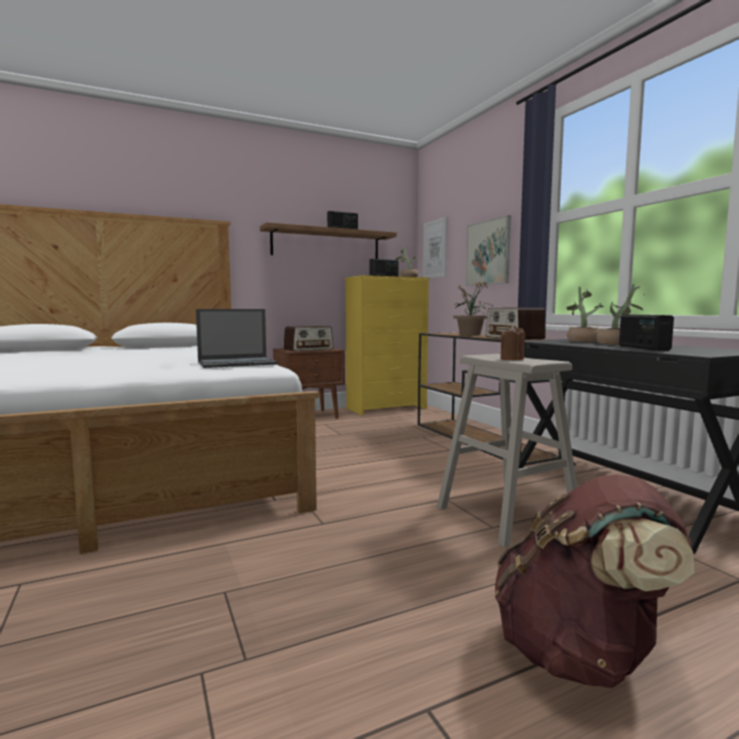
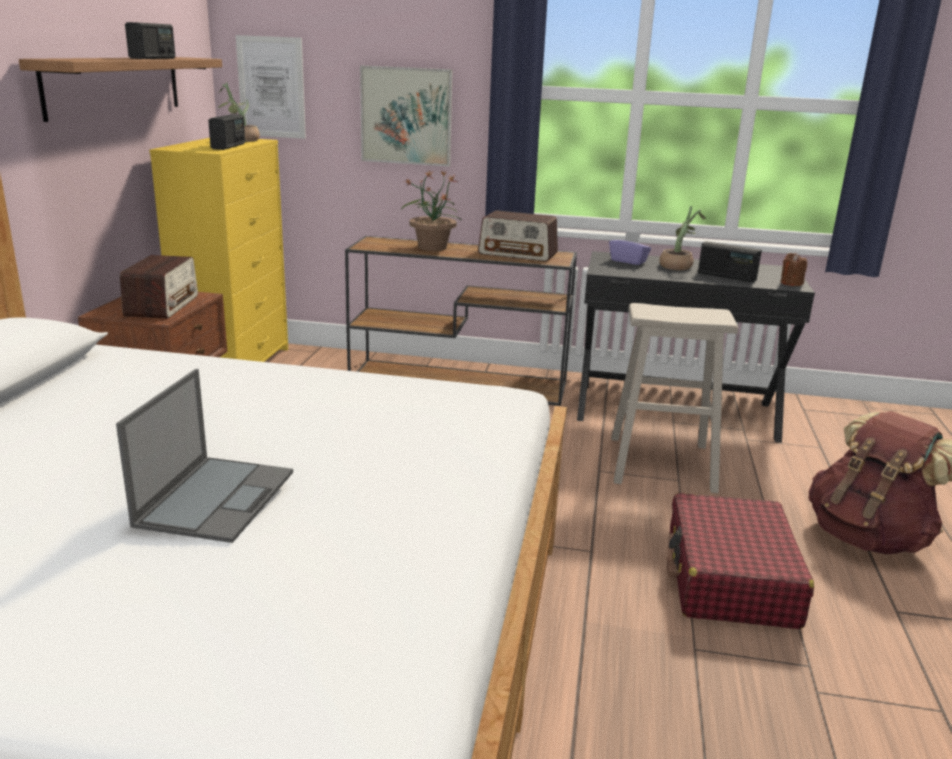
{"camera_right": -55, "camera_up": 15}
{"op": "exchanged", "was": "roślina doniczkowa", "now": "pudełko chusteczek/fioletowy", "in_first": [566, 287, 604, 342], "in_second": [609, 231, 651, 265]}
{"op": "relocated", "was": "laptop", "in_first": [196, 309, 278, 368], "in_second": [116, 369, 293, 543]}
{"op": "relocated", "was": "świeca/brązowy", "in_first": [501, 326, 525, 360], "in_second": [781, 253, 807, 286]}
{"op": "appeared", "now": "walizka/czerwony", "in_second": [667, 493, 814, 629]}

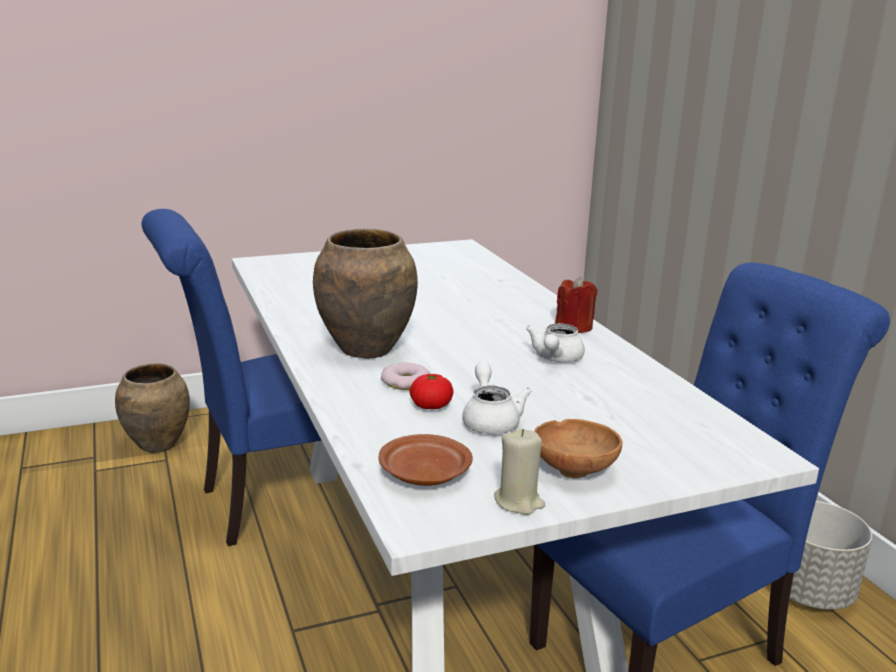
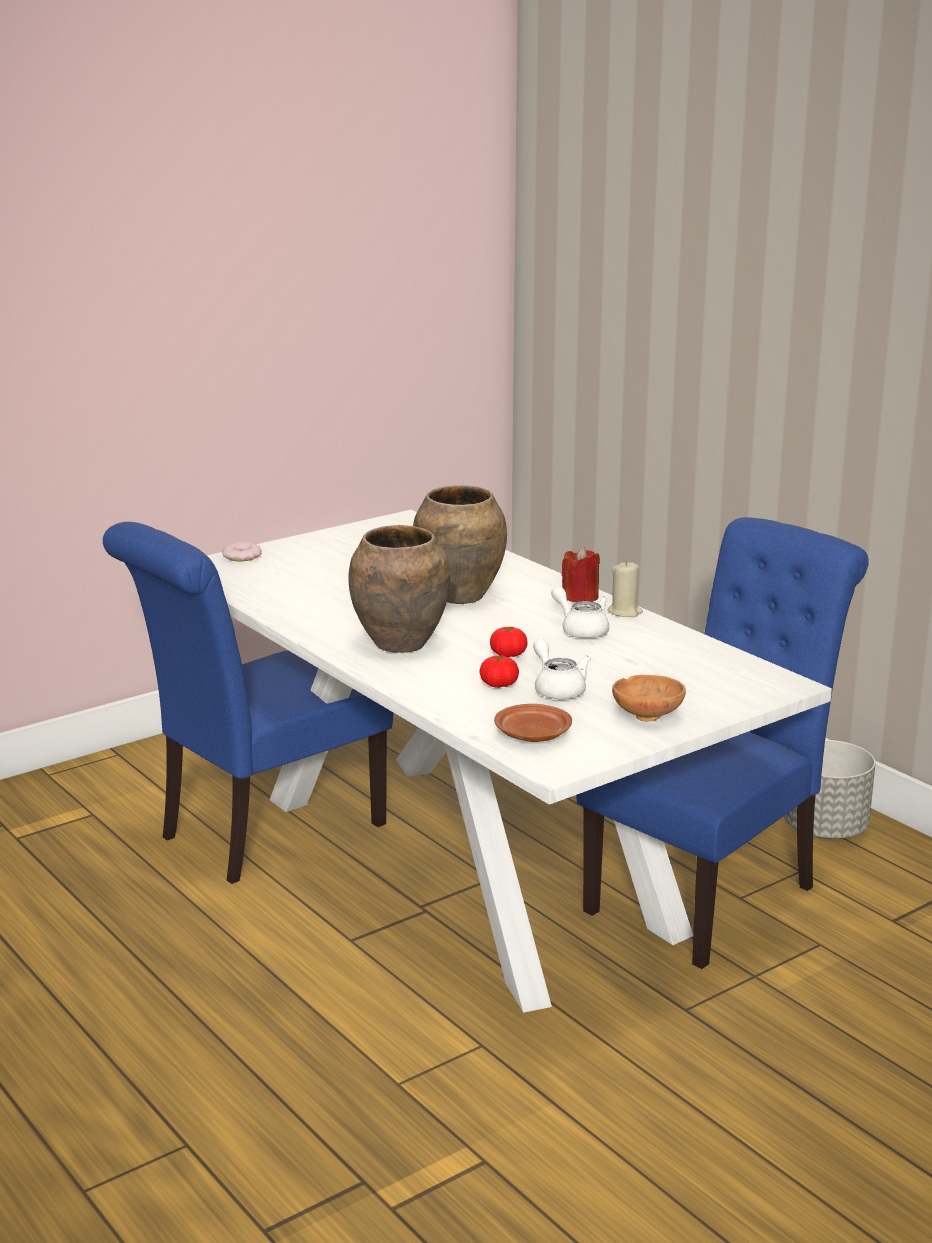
{"camera_right": -15, "camera_up": 0}
{"op": "spun", "was": "imbryk/biały", "in_first": [526, 323, 585, 362], "in_second": [551, 586, 609, 638], "clockwise": 135}
{"op": "relocated", "was": "donut", "in_first": [381, 362, 430, 390], "in_second": [222, 542, 262, 561]}
{"op": "relocated", "was": "wazon/brązowy", "in_first": [115, 363, 190, 453], "in_second": [413, 485, 507, 604]}
{"op": "relocated", "was": "świeca/beżowy", "in_first": [494, 429, 545, 515], "in_second": [608, 561, 643, 617]}
{"op": "appeared", "now": "pomidor", "in_second": [490, 627, 528, 657]}

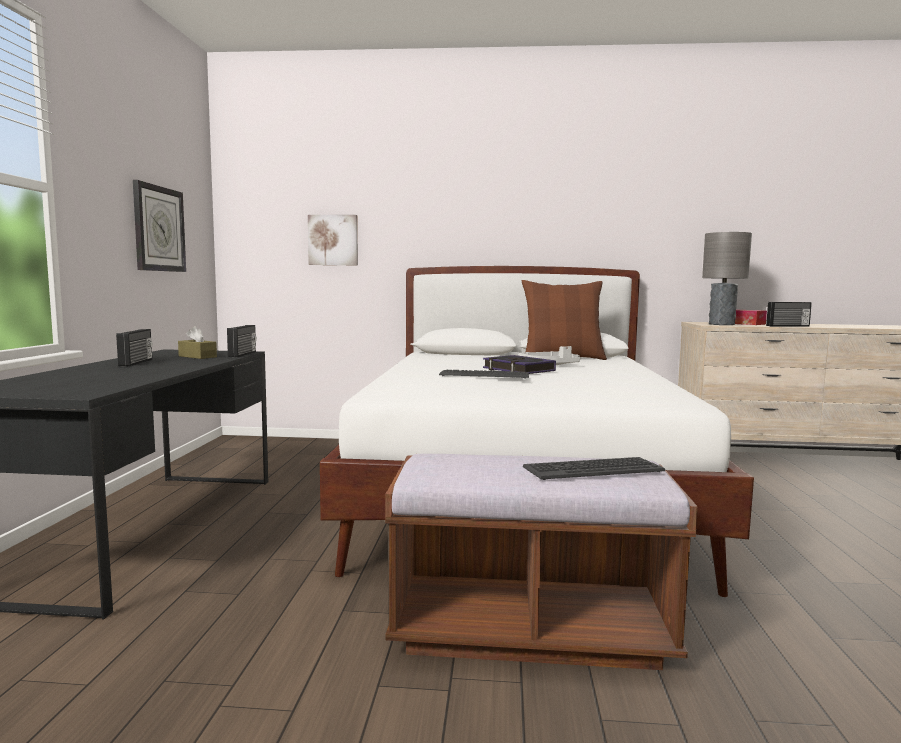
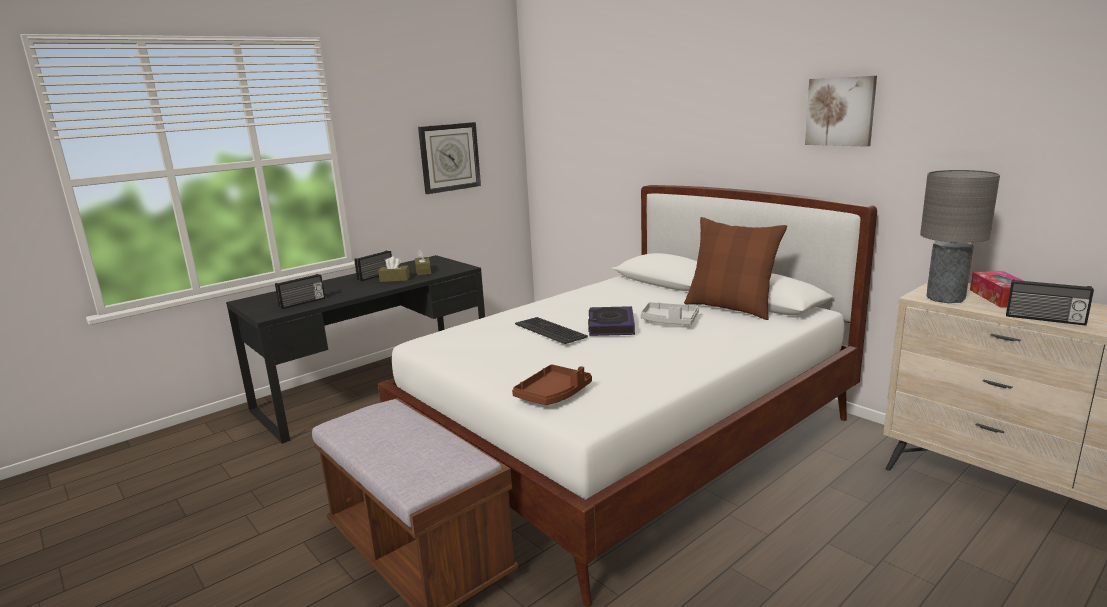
{"camera_right": 45, "camera_up": 10}
{"op": "relocated", "was": "obraz", "in_first": [308, 215, 358, 265], "in_second": [805, 76, 877, 147]}
{"op": "relocated", "was": "radio", "in_first": [227, 325, 257, 357], "in_second": [275, 274, 325, 309]}
{"op": "missing", "was": "klawiatura", "in_first": [523, 457, 665, 480]}
{"op": "appeared", "now": "pudełko chusteczek/brązowy", "in_second": [378, 256, 410, 282]}
{"op": "appeared", "now": "taca/brązowy", "in_second": [512, 364, 592, 405]}

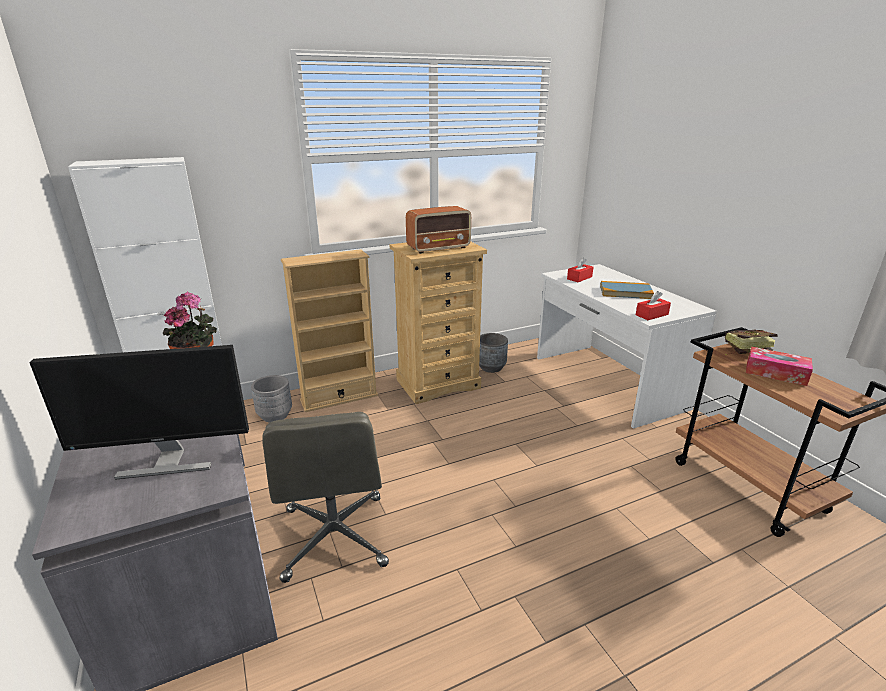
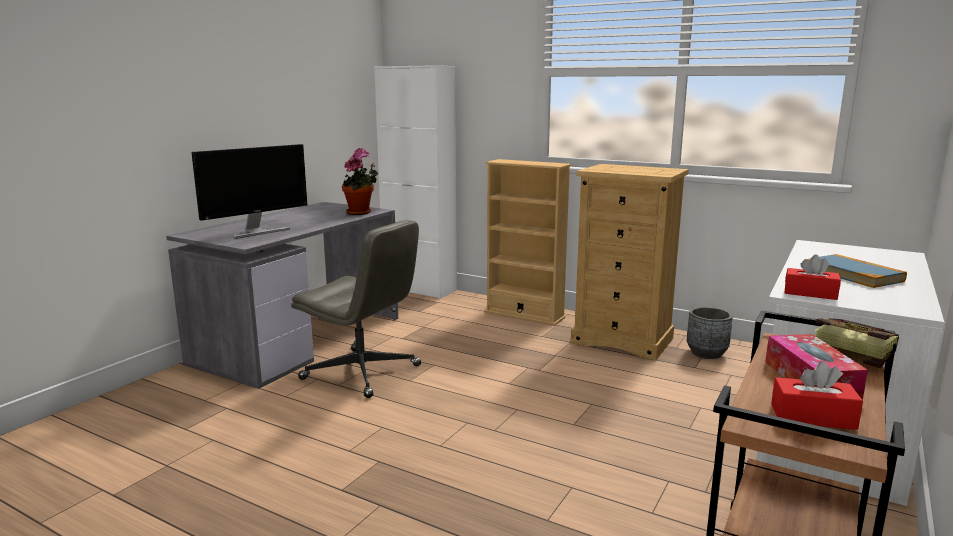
{"camera_right": 55, "camera_up": -10}
{"op": "missing", "was": "radio", "in_first": [406, 206, 471, 254]}
{"op": "relocated", "was": "pudełko chusteczek/czerwony", "in_first": [567, 258, 593, 282], "in_second": [771, 361, 863, 430]}
{"op": "spun", "was": "monitor", "in_first": [29, 345, 249, 480], "in_second": [191, 144, 308, 239], "clockwise": -90}
{"op": "missing", "was": "donica/szary", "in_first": [251, 375, 292, 423]}
{"op": "spun", "was": "krzesło biurowe/szary", "in_first": [262, 412, 389, 583], "in_second": [291, 220, 421, 398], "clockwise": -105}

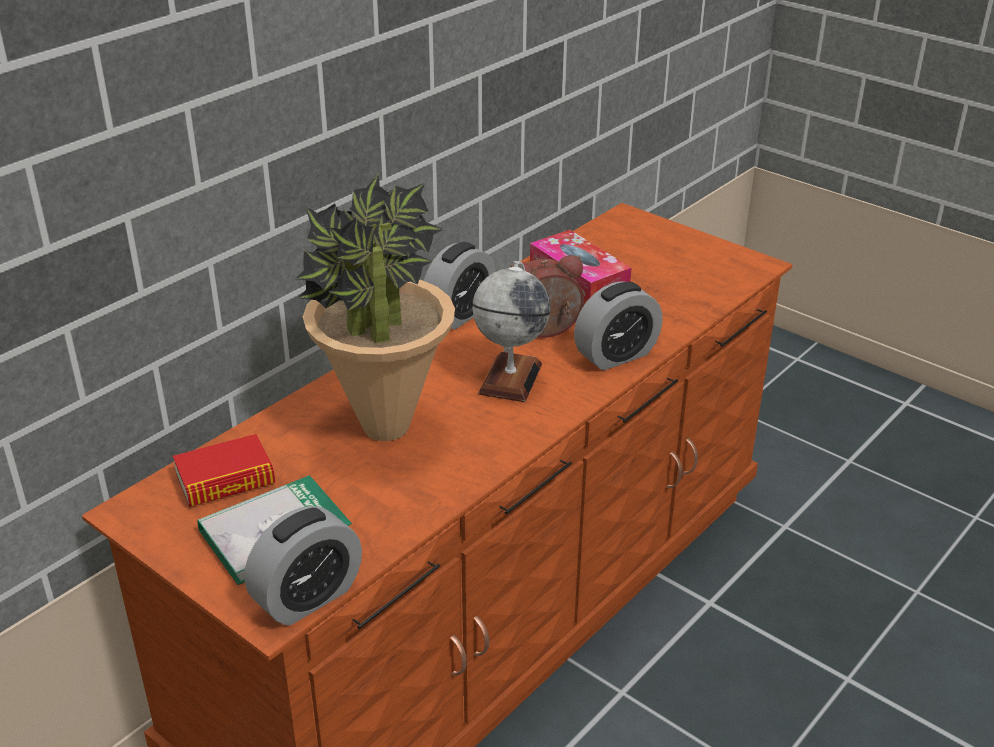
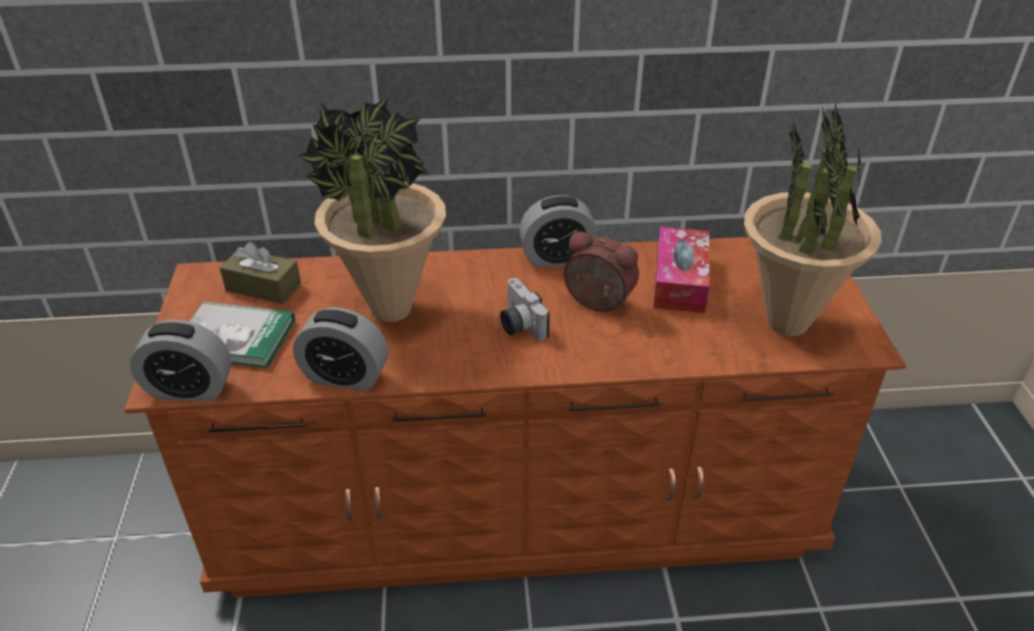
{"camera_right": 45, "camera_up": 5}
{"op": "exchanged", "was": "globus", "now": "aparat fotograficzny", "in_first": [473, 261, 551, 402], "in_second": [500, 278, 550, 341]}
{"op": "relocated", "was": "budzik", "in_first": [574, 281, 663, 371], "in_second": [293, 307, 388, 391]}
{"op": "exchanged", "was": "książka", "now": "pudełko chusteczek/brązowy", "in_first": [173, 434, 275, 507], "in_second": [220, 242, 301, 304]}
{"op": "appeared", "now": "roślina doniczkowa", "in_second": [744, 102, 882, 336]}

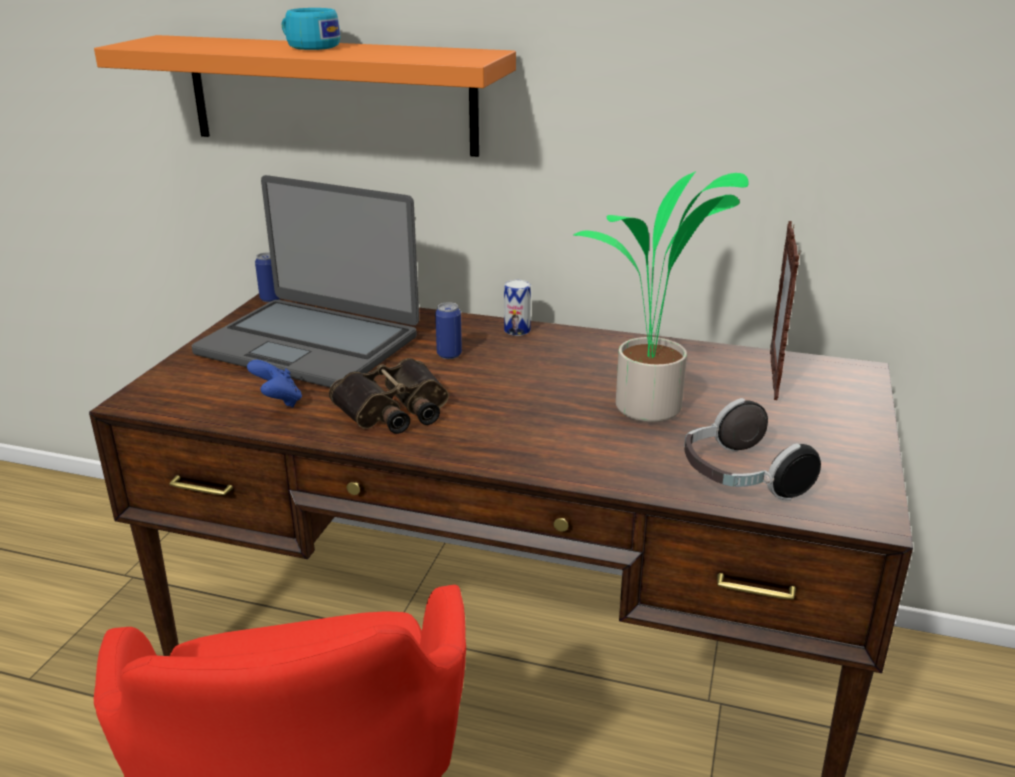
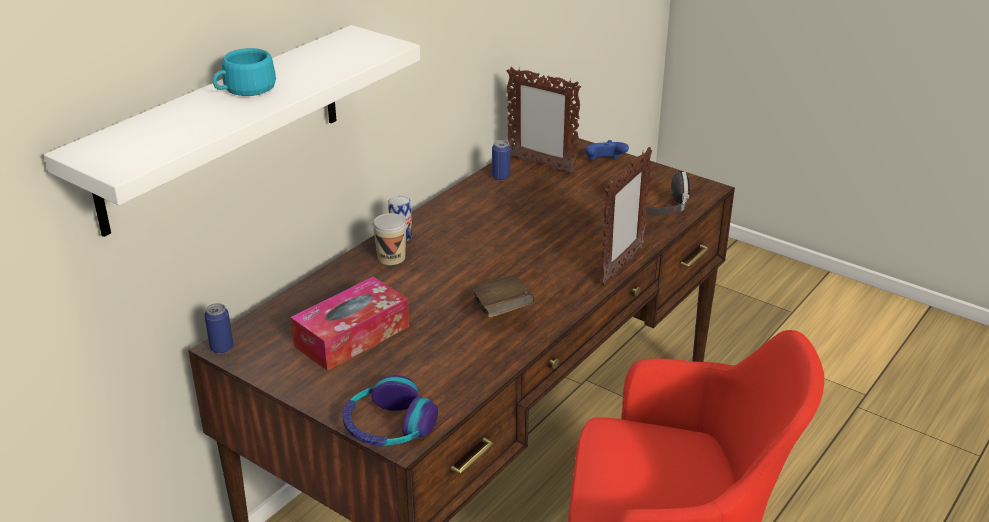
{"camera_right": -70, "camera_up": 5}
{"op": "colour", "was": "półka/pomarańczowy", "now": "półka/biały", "in_first": [94, 35, 516, 157], "in_second": [44, 25, 420, 237]}
{"op": "missing", "was": "roślina doniczkowa", "in_first": [574, 171, 748, 422]}
{"op": "exchanged", "was": "laptop", "now": "pudełko chusteczek", "in_first": [191, 175, 419, 387], "in_second": [291, 277, 409, 371]}
{"op": "relocated", "was": "puszka", "in_first": [435, 302, 462, 359], "in_second": [492, 140, 510, 181]}
{"op": "exchanged", "was": "lornetka", "now": "książka/brązowy", "in_first": [329, 358, 449, 434], "in_second": [471, 275, 535, 318]}
{"op": "relocated", "was": "pad do gier/niebieski", "in_first": [247, 360, 302, 407], "in_second": [585, 140, 629, 161]}
{"op": "appeared", "now": "ramka na zdjęcie", "in_second": [600, 147, 652, 285]}
{"op": "appeared", "now": "filiżanka", "in_second": [373, 213, 407, 265]}
{"op": "appeared", "now": "słuchawki", "in_second": [343, 375, 438, 446]}

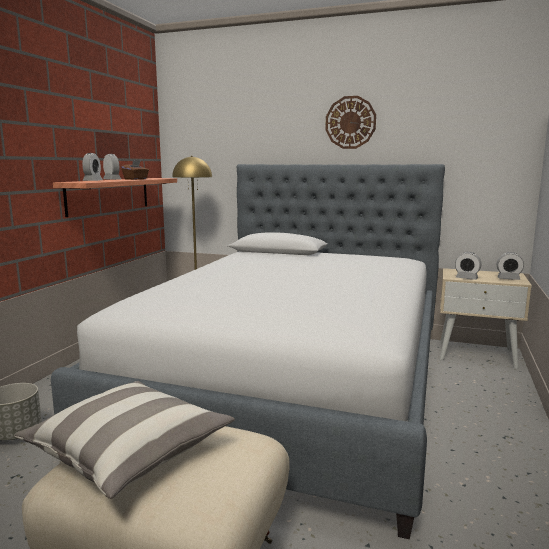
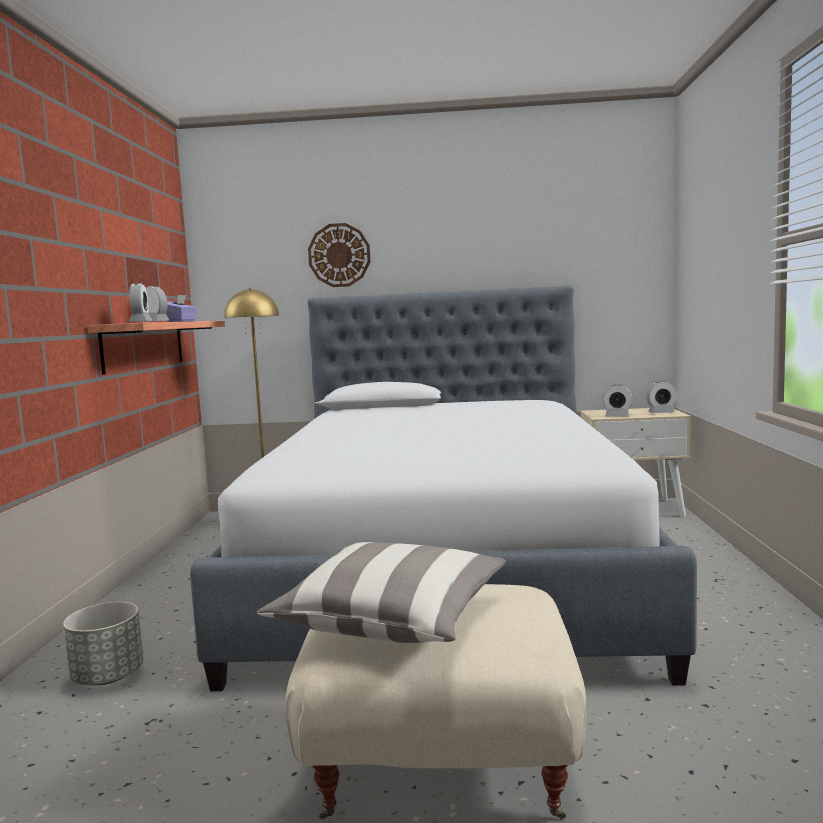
{"camera_right": -15, "camera_up": -5}
{"op": "relocated", "was": "zegar ścienny", "in_first": [325, 96, 376, 149], "in_second": [308, 223, 370, 287]}
{"op": "colour", "was": "pudełko chusteczek/brązowy", "now": "pudełko chusteczek/fioletowy", "in_first": [121, 160, 149, 180], "in_second": [166, 295, 197, 322]}

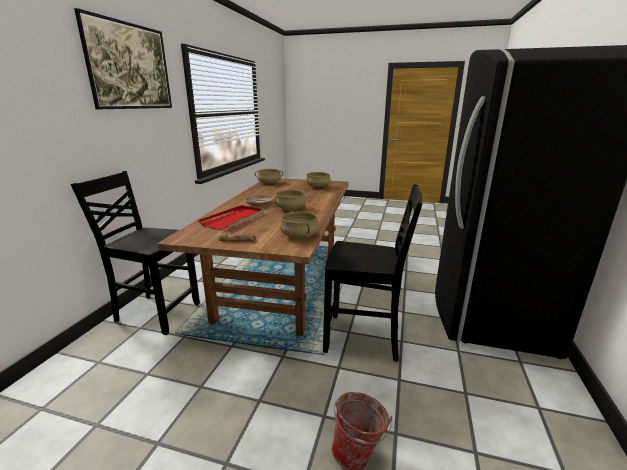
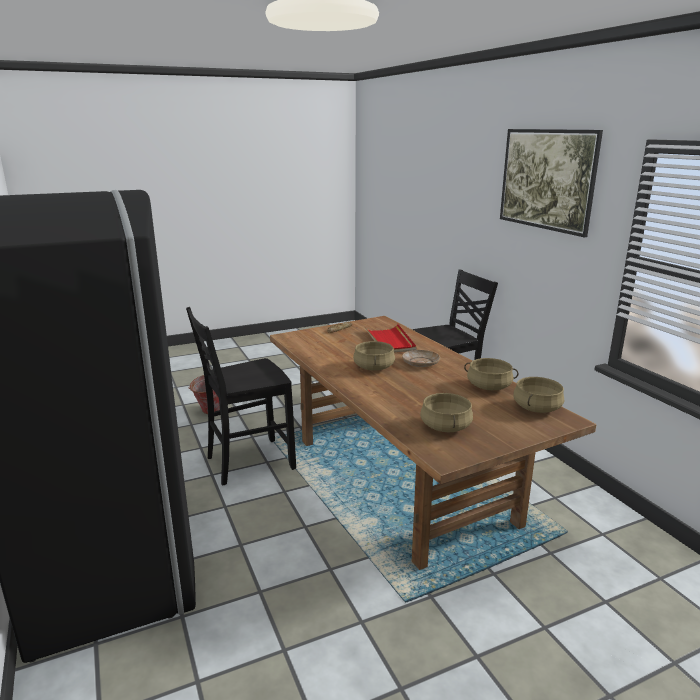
{"camera_right": 140, "camera_up": 0}
{"op": "relocated", "was": "garnek/beżowy", "in_first": [280, 211, 319, 238], "in_second": [464, 358, 519, 390]}

